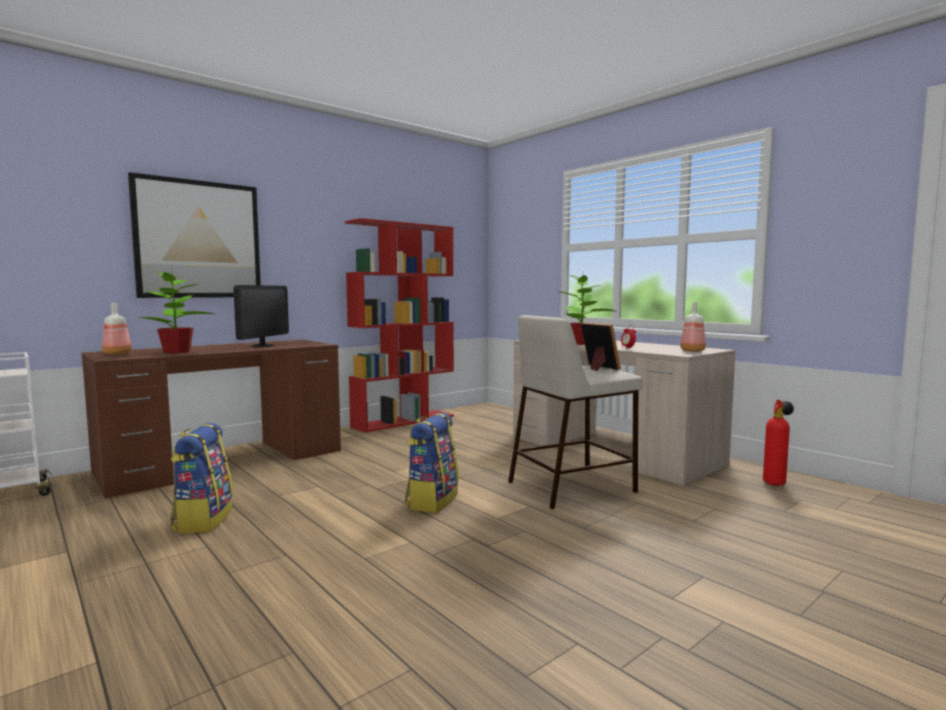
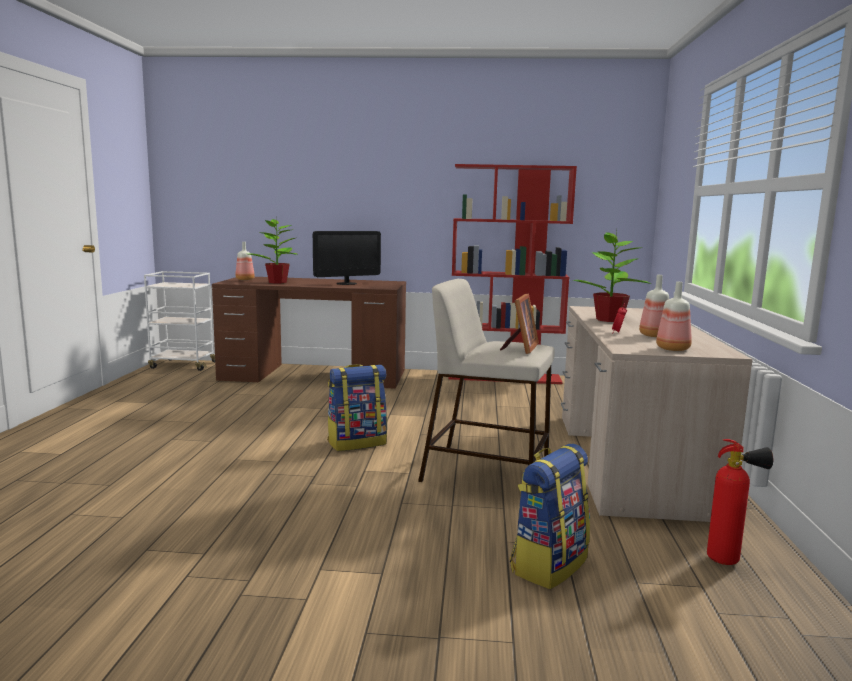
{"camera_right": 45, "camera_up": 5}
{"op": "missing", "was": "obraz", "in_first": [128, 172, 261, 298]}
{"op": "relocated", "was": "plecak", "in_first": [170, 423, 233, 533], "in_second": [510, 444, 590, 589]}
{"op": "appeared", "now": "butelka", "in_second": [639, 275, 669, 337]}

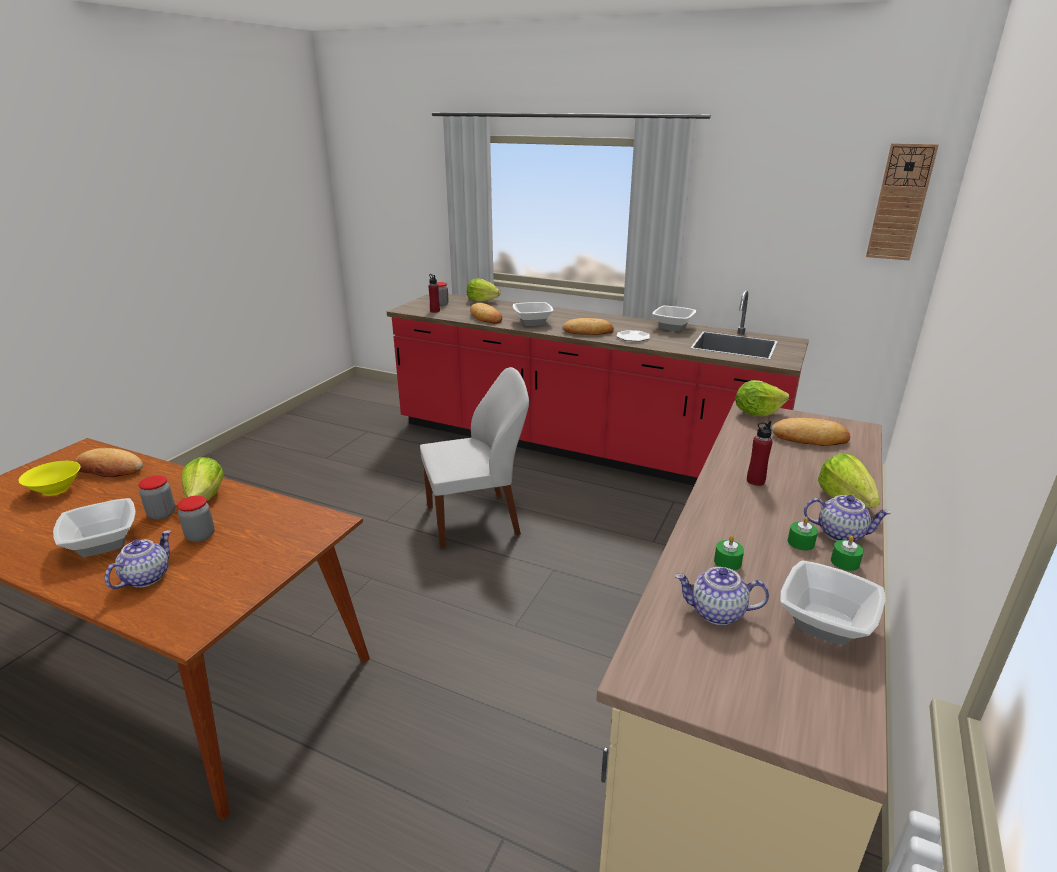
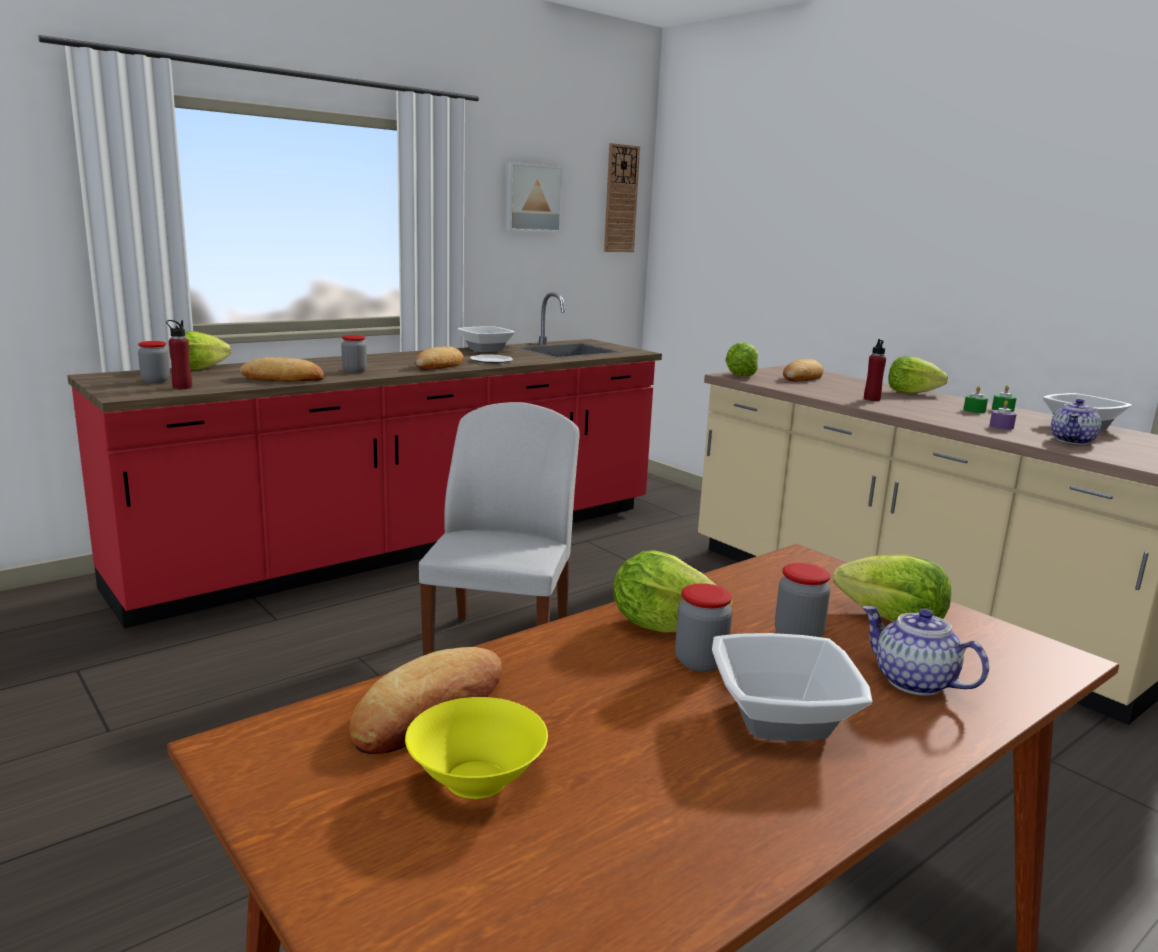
{"camera_right": -65, "camera_up": -10}
{"op": "exchanged", "was": "miska", "now": "słoik", "in_first": [513, 302, 553, 326], "in_second": [341, 335, 367, 373]}
{"op": "missing", "was": "imbryk", "in_first": [804, 495, 891, 542]}
{"op": "colour", "was": "świeca/zielony", "now": "świeca/fioletowy", "in_first": [714, 536, 744, 571], "in_second": [989, 400, 1017, 430]}
{"op": "appeared", "now": "obraz", "in_second": [505, 162, 564, 233]}
{"op": "appeared", "now": "sałata", "in_second": [833, 554, 951, 622]}

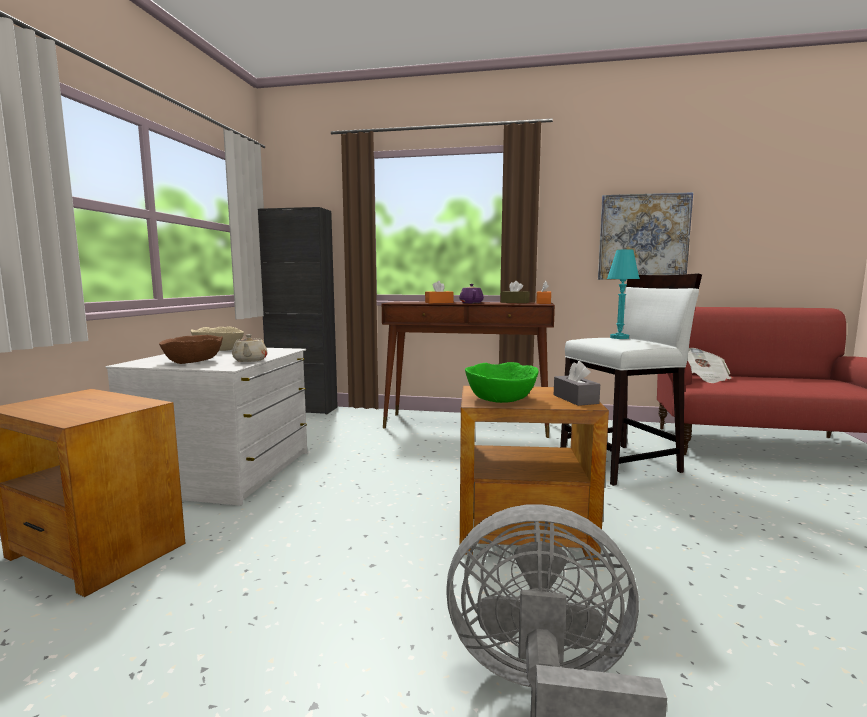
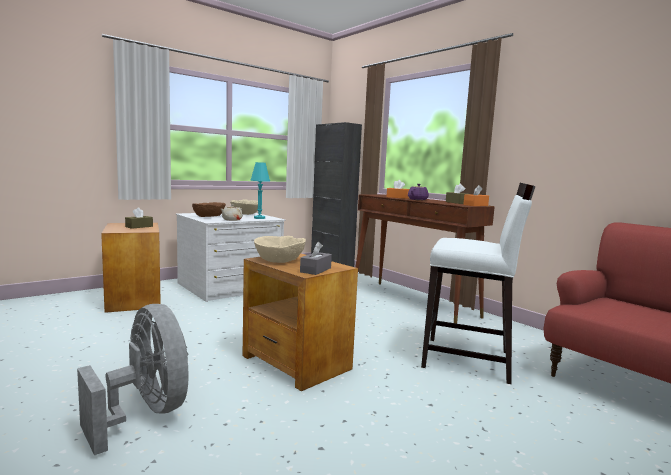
{"camera_right": 40, "camera_up": 0}
{"op": "missing", "was": "obraz", "in_first": [598, 192, 693, 280]}
{"op": "relocated", "was": "lampa stołowa/turkusowy", "in_first": [607, 249, 640, 339], "in_second": [250, 162, 270, 219]}
{"op": "missing", "was": "gazeta", "in_first": [687, 348, 731, 383]}
{"op": "colour", "was": "miska/zielony", "now": "miska/beżowy", "in_first": [465, 362, 538, 403], "in_second": [254, 236, 306, 263]}
{"op": "appeared", "now": "pudełko chusteczek/brązowy", "in_second": [125, 208, 153, 229]}

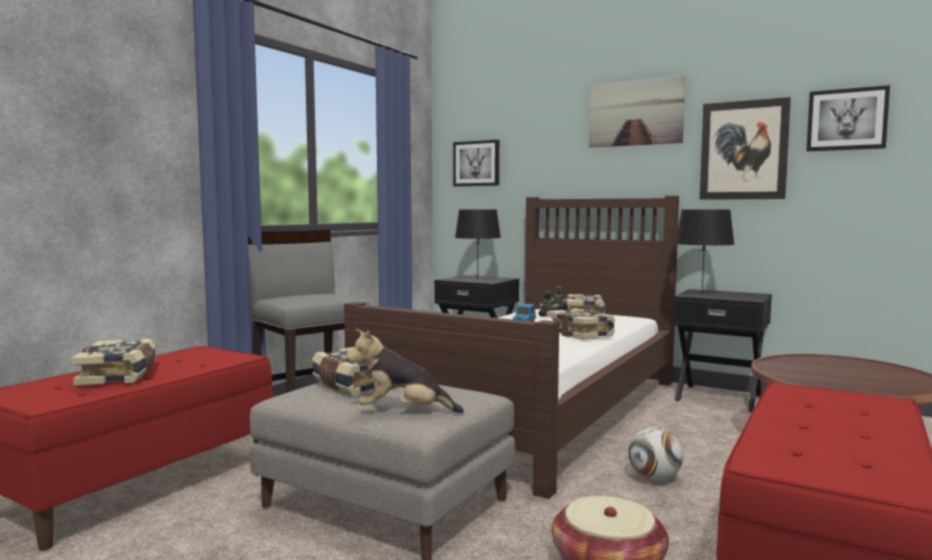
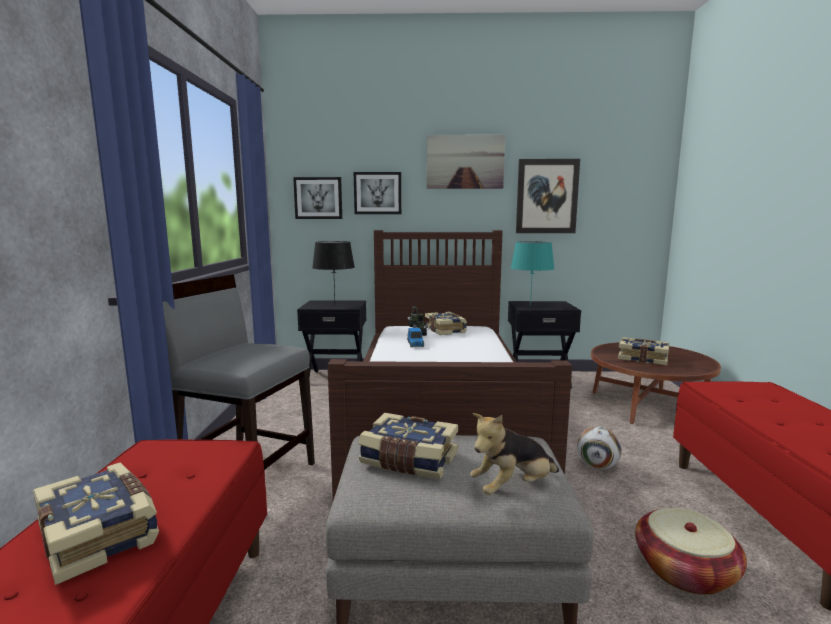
{"camera_right": -30, "camera_up": 5}
{"op": "relocated", "was": "obraz", "in_first": [806, 85, 890, 151], "in_second": [354, 172, 401, 214]}
{"op": "colour", "was": "lampa stołowa/czarny", "now": "lampa stołowa/turkusowy", "in_first": [675, 210, 735, 295], "in_second": [511, 241, 554, 306]}
{"op": "relocated", "was": "książka", "in_first": [547, 308, 615, 340], "in_second": [618, 337, 669, 365]}

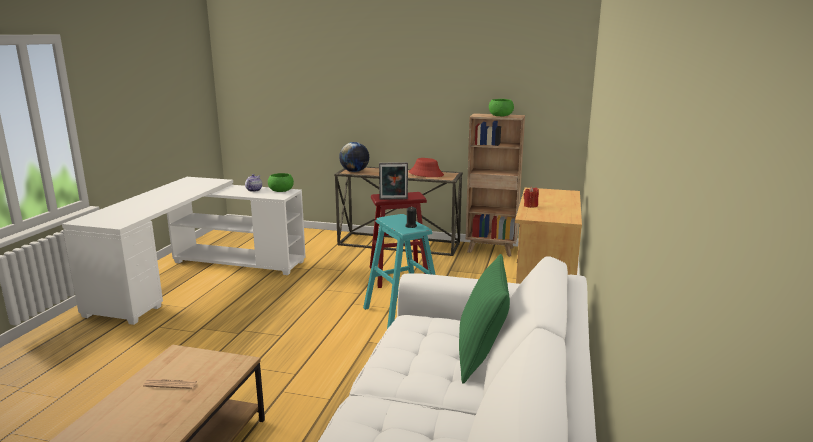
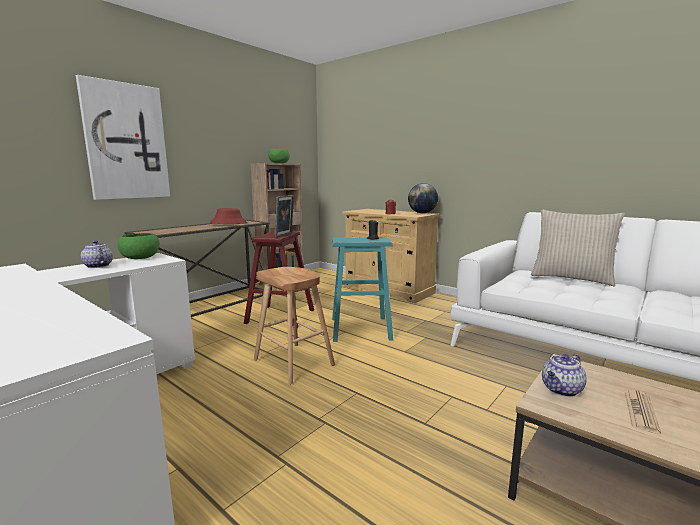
{"camera_right": -65, "camera_up": -5}
{"op": "relocated", "was": "globus", "in_first": [339, 142, 369, 172], "in_second": [408, 183, 438, 213]}
{"op": "colour", "was": "poduszka/zielony", "now": "poduszka/beżowy", "in_first": [459, 254, 510, 384], "in_second": [531, 210, 625, 286]}
{"op": "appeared", "now": "obraz", "in_second": [76, 75, 170, 200]}
{"op": "appeared", "now": "stołek/brązowy", "in_second": [254, 267, 335, 384]}
{"op": "appeared", "now": "imbryk", "in_second": [542, 354, 587, 397]}

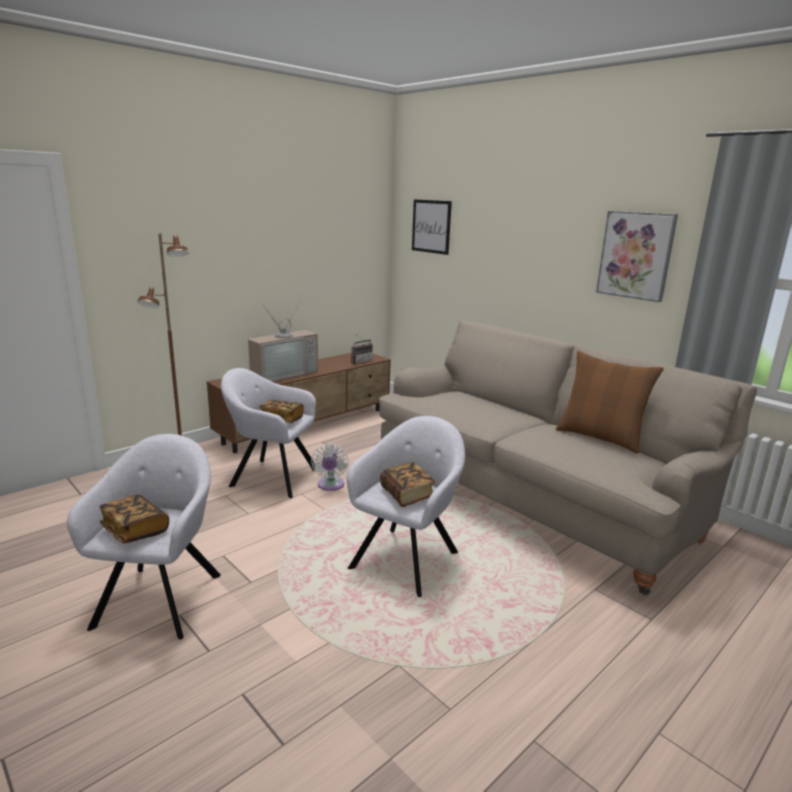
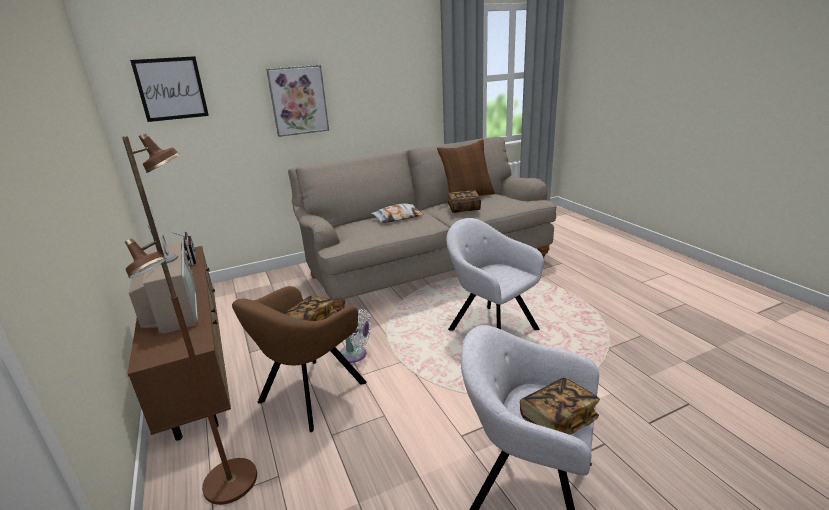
{"camera_right": -70, "camera_up": 5}
{"op": "relocated", "was": "obraz", "in_first": [596, 211, 678, 302], "in_second": [266, 65, 329, 137]}
{"op": "colour", "was": "fotel/szary", "now": "fotel/brązowy", "in_first": [221, 368, 316, 498], "in_second": [232, 286, 367, 432]}
{"op": "relocated", "was": "książka", "in_first": [380, 462, 435, 507], "in_second": [447, 190, 481, 213]}
{"op": "appeared", "now": "poduszka", "in_second": [371, 203, 424, 224]}

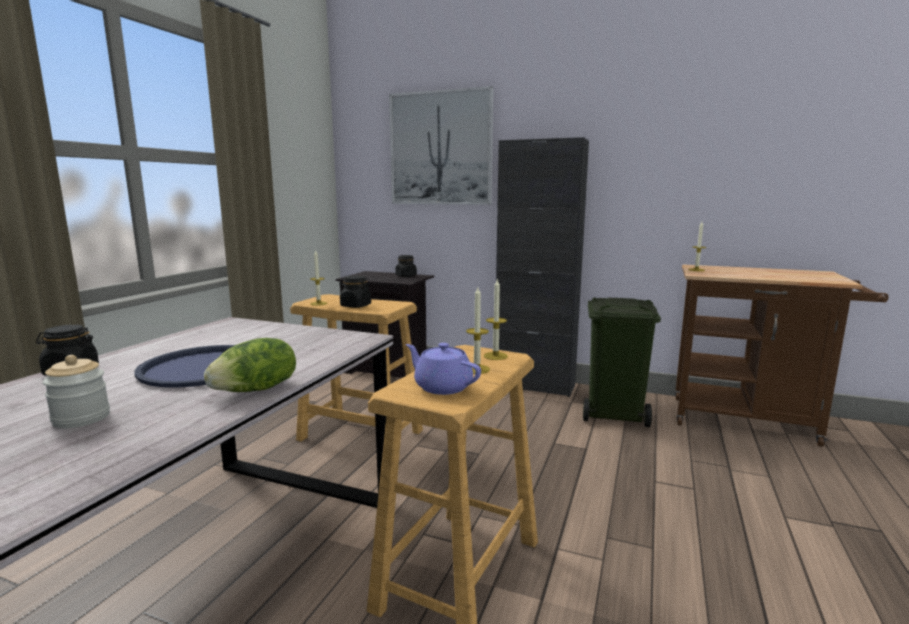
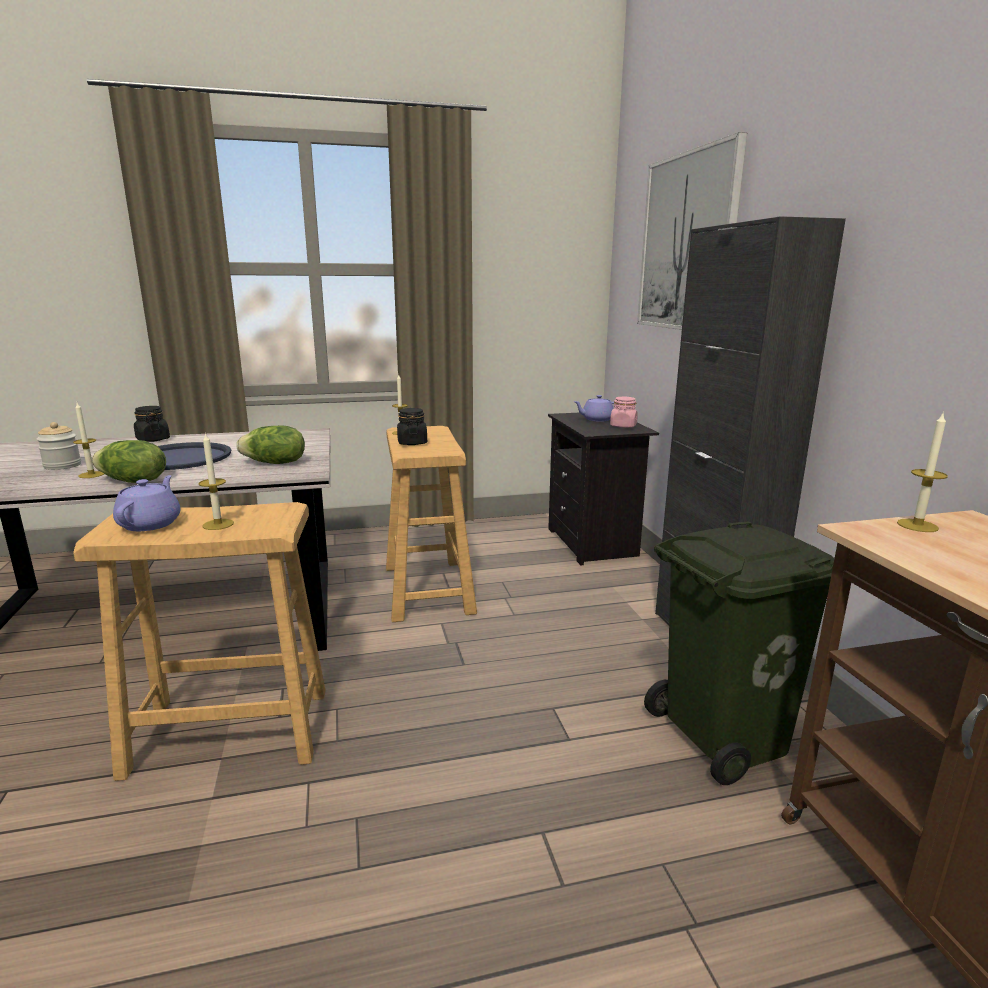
{"camera_right": 55, "camera_up": 5}
{"op": "colour", "was": "słoik/czarny", "now": "słoik/różowy", "in_first": [396, 255, 417, 277], "in_second": [610, 397, 638, 428]}
{"op": "relocated", "was": "świeca", "in_first": [484, 279, 508, 360], "in_second": [73, 403, 104, 478]}
{"op": "appeared", "now": "imbryk/fioletowy", "in_second": [573, 395, 615, 422]}
{"op": "appeared", "now": "sałata", "in_second": [237, 425, 305, 464]}

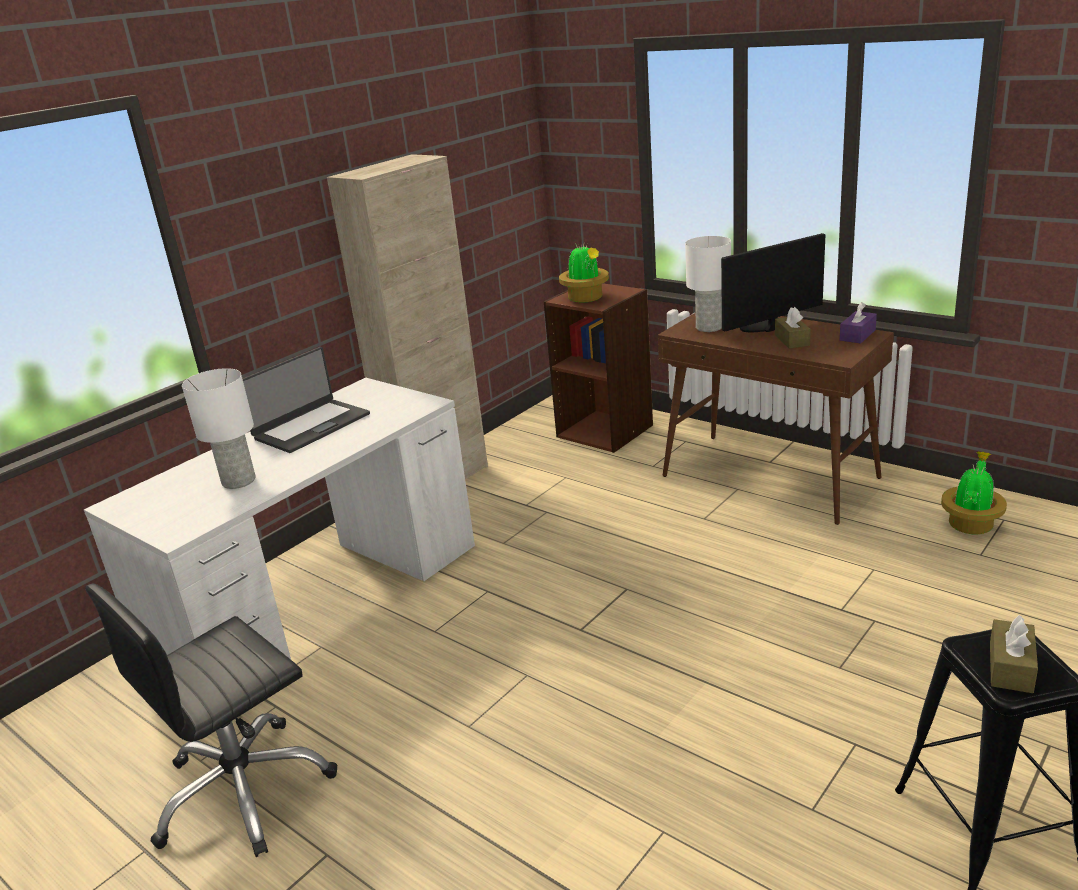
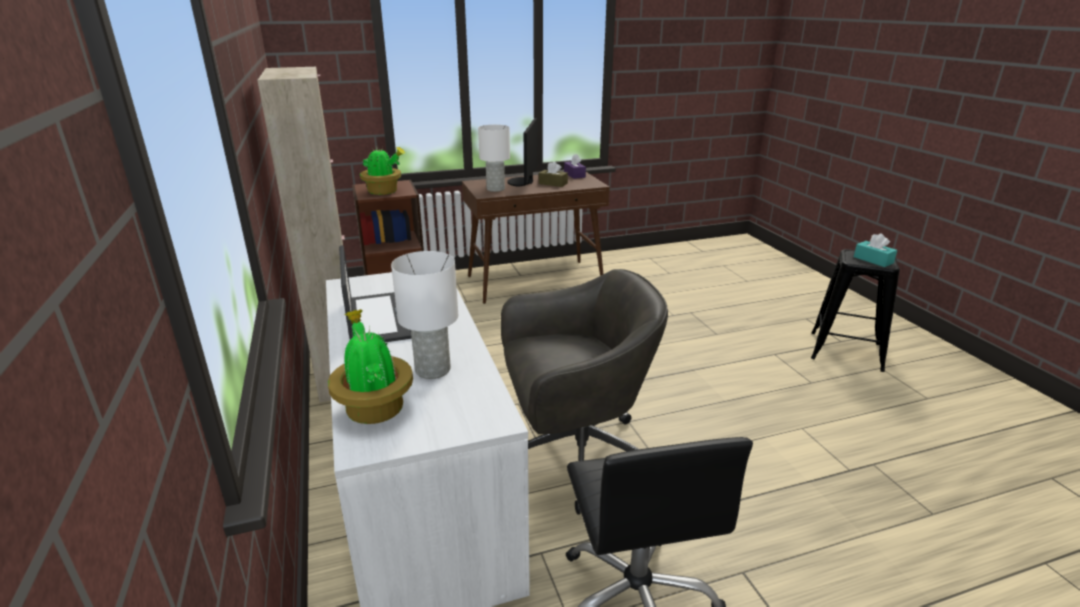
{"camera_right": -60, "camera_up": 0}
{"op": "relocated", "was": "roślina doniczkowa", "in_first": [941, 451, 1007, 534], "in_second": [328, 309, 413, 424]}
{"op": "colour", "was": "pudełko chusteczek/brązowy", "now": "pudełko chusteczek/turkusowy", "in_first": [990, 615, 1038, 693], "in_second": [854, 234, 897, 267]}
{"op": "appeared", "now": "krzesło biurowe/szary", "in_second": [501, 269, 668, 515]}

